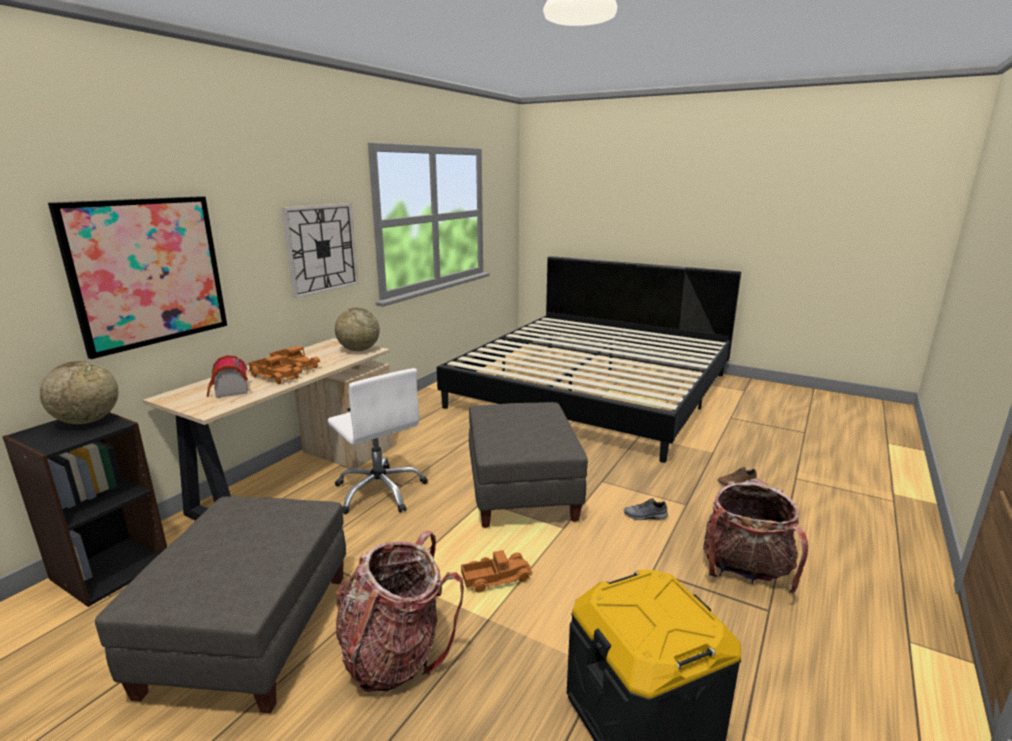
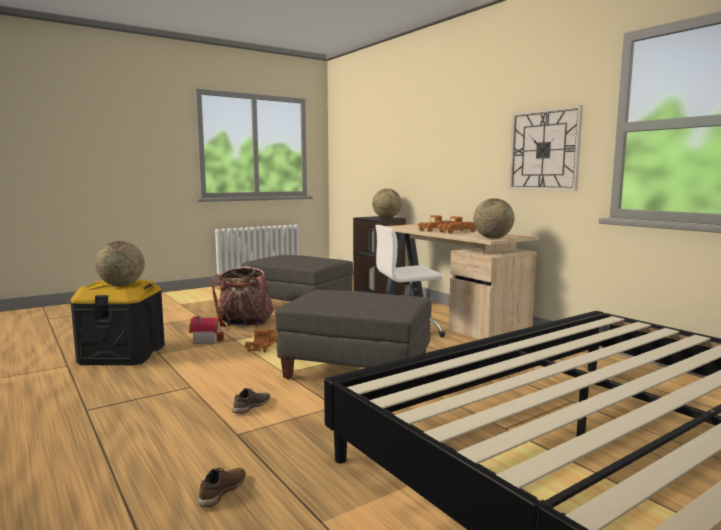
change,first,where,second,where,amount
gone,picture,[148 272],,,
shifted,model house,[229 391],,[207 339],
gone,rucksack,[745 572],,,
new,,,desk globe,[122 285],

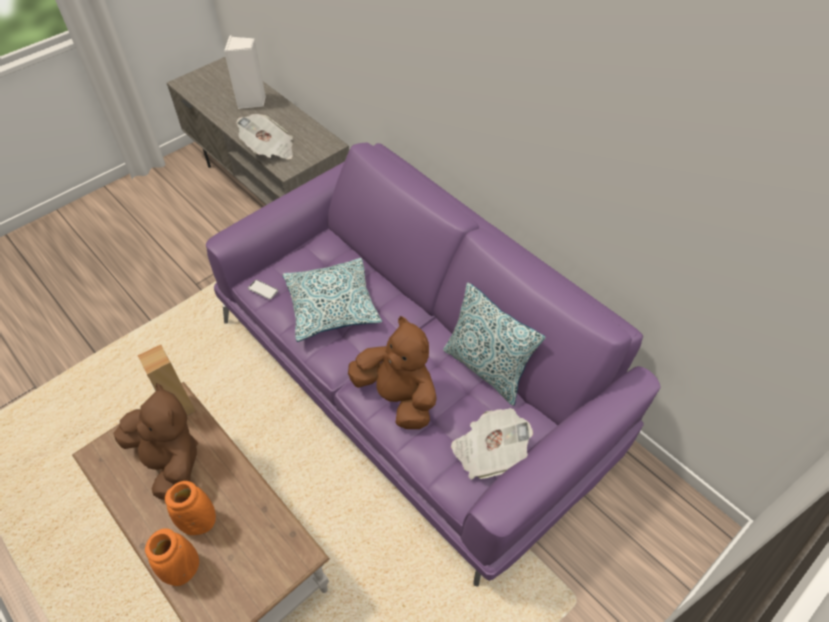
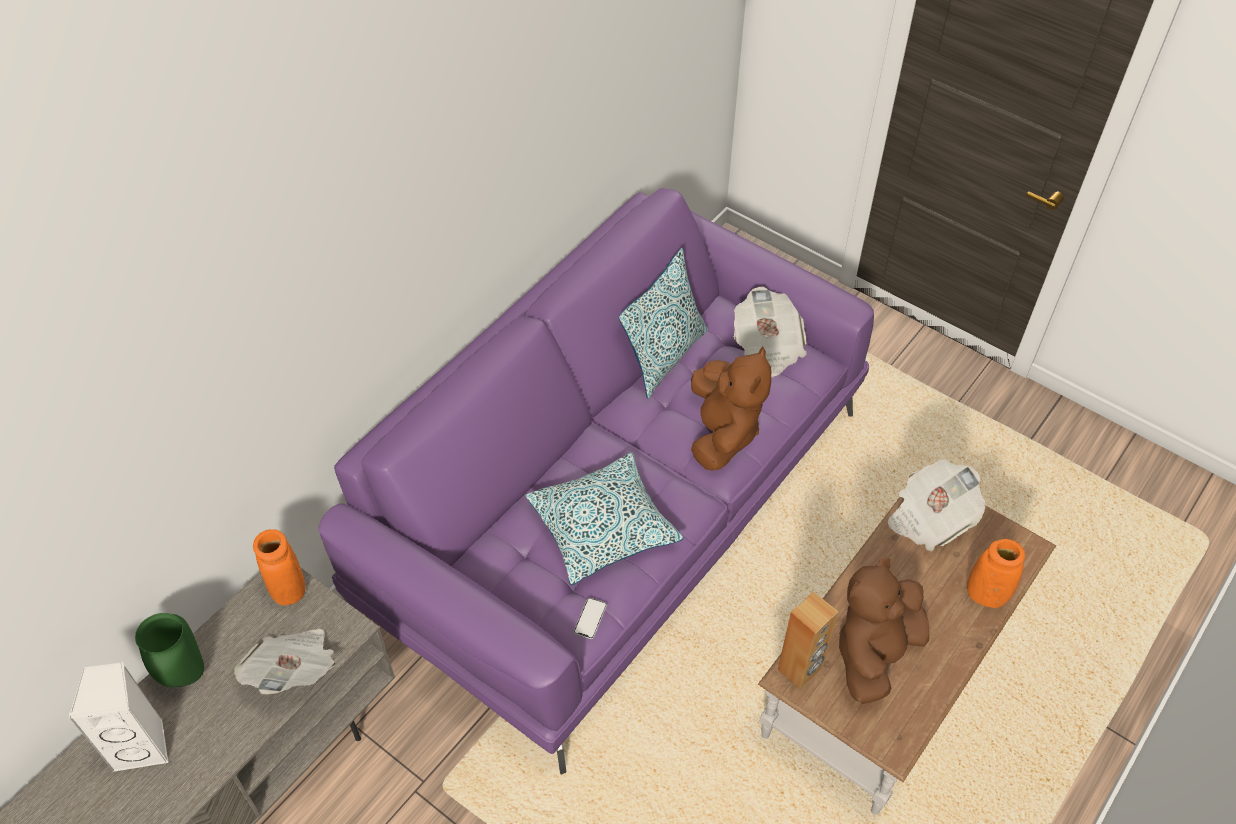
change,first,where,second,where,amount
rotated,plush toy (brown),[398 397],,[723 433],150 degrees clockwise
shifted,decorative vase (orange-coloured),[199 522],,[288 589],
new,,,daily paper,[930 518],
new,,,decorative vase (green-coloured),[187 676],

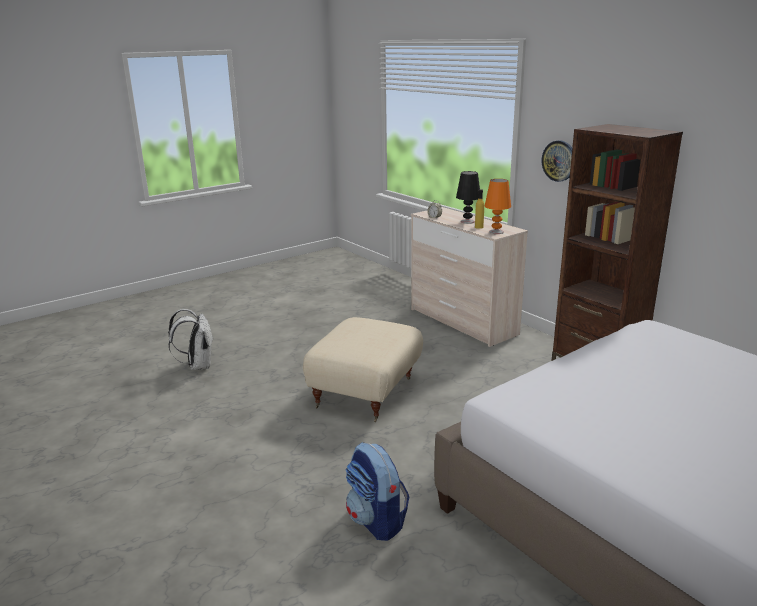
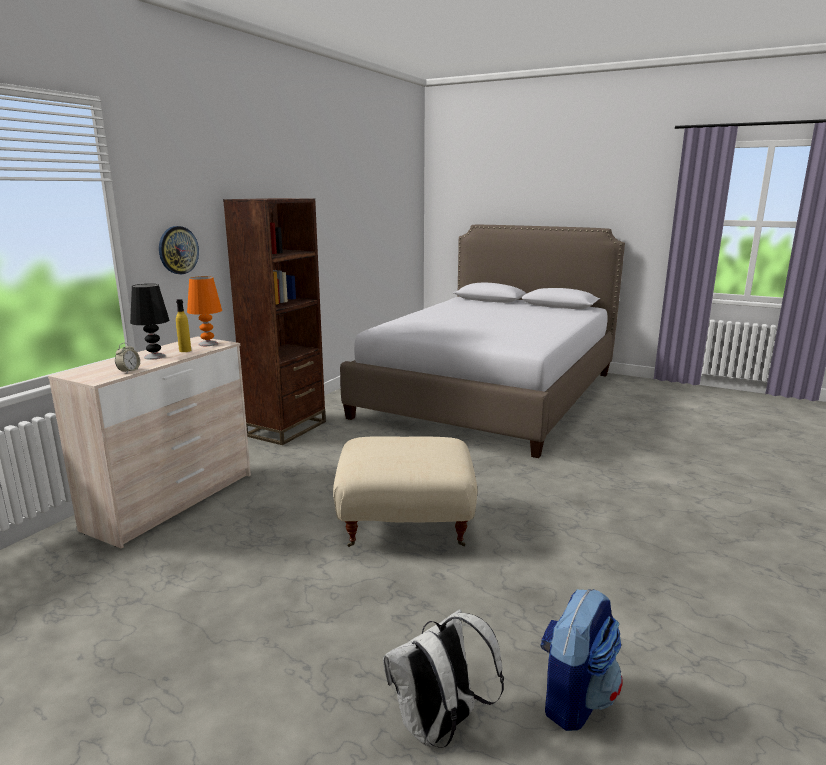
change,first,where,second,where,amount
shifted,rucksack,[377 521],,[574 698],

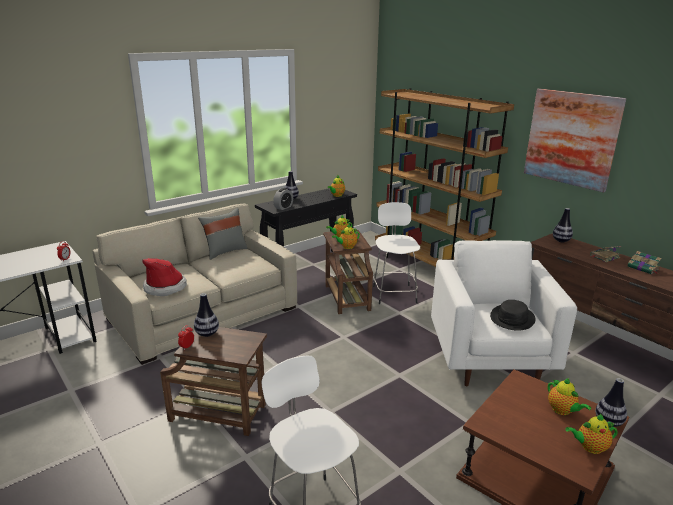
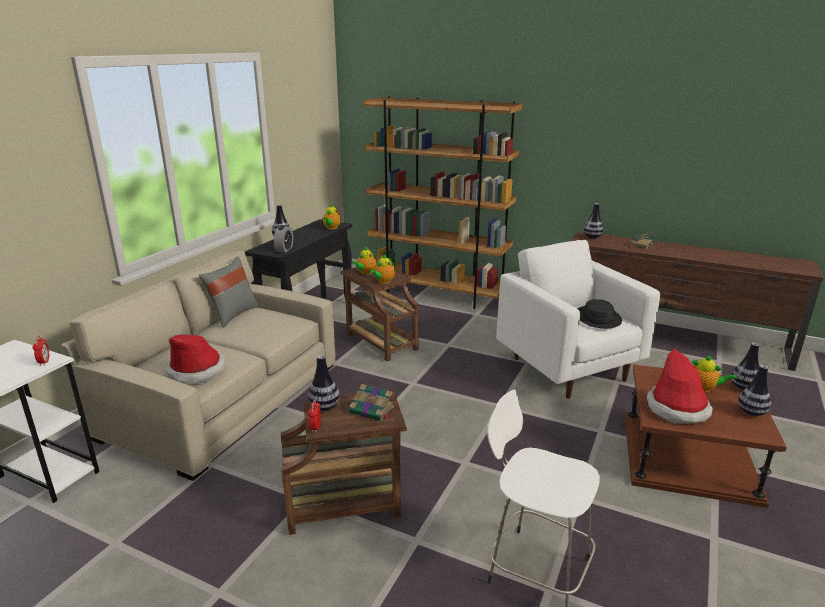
change,first,where,second,where,amount
gone,picture,[571 138],,,
gone,sitting stool (white),[394 293],,,
shifted,bound book,[643 268],,[372 410],
swapped,tea pot,[589 447],decorative vase,[751 412],
new,,,hat,[677 409],

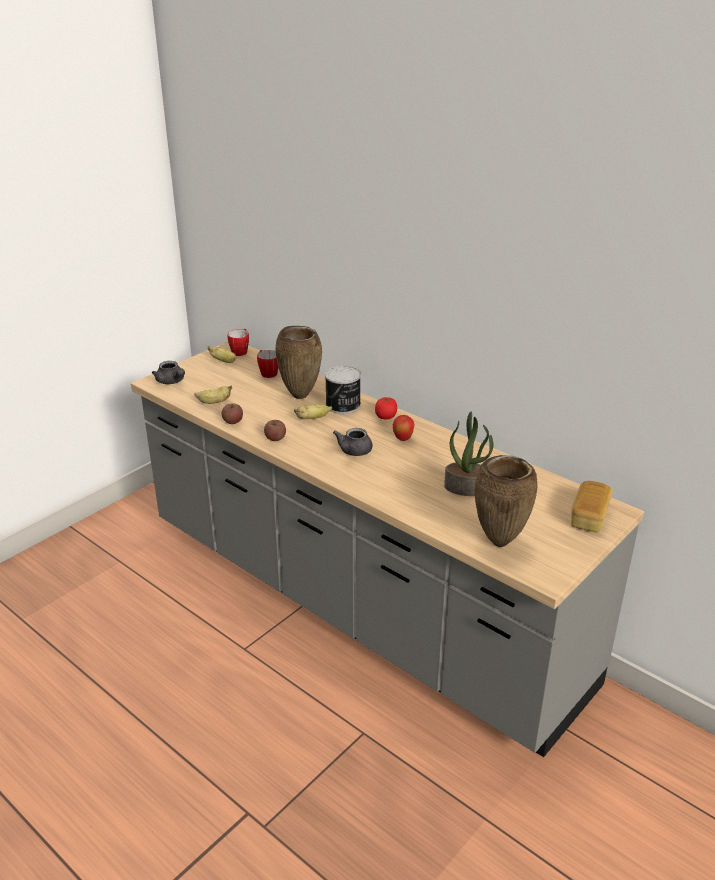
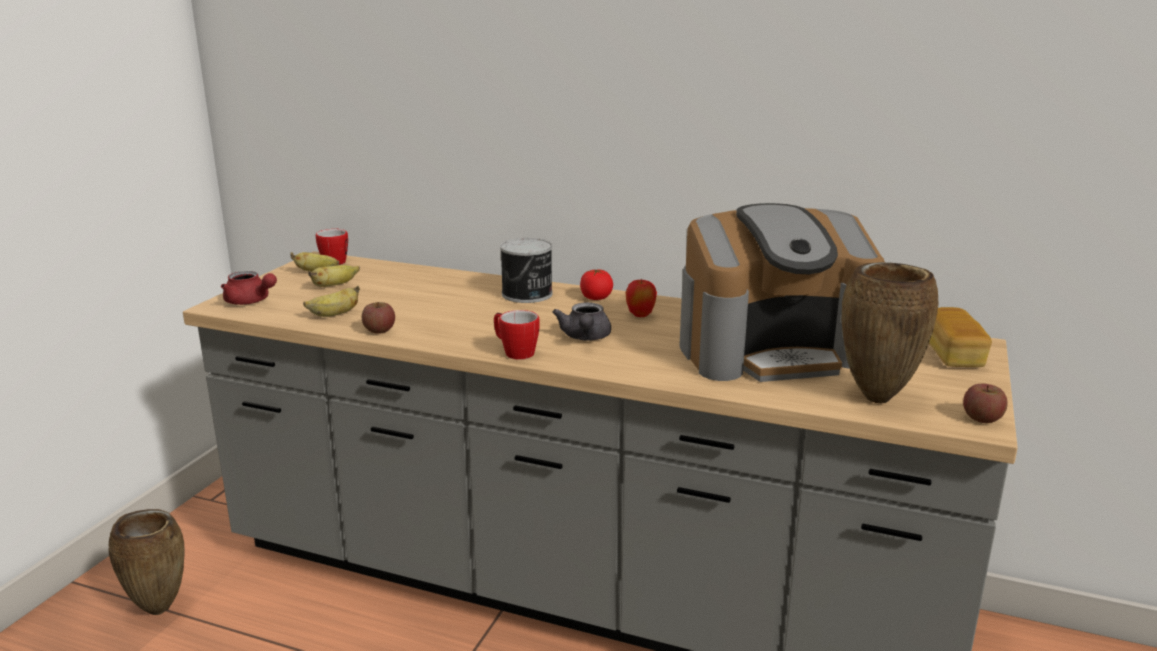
change,first,where,second,where,amount
shifted,decorative vase (brown),[301 396],,[161 609],
shifted,mug,[267 373],,[514 352],
repainted,tea pot (grey),[171 382],tea pot (red),[250 302],
shifted,whole banana,[313 418],,[334 285],
swapped,potted plant,[467 487],coffee maker,[773 350],
shifted,apple,[275 438],,[982 418],

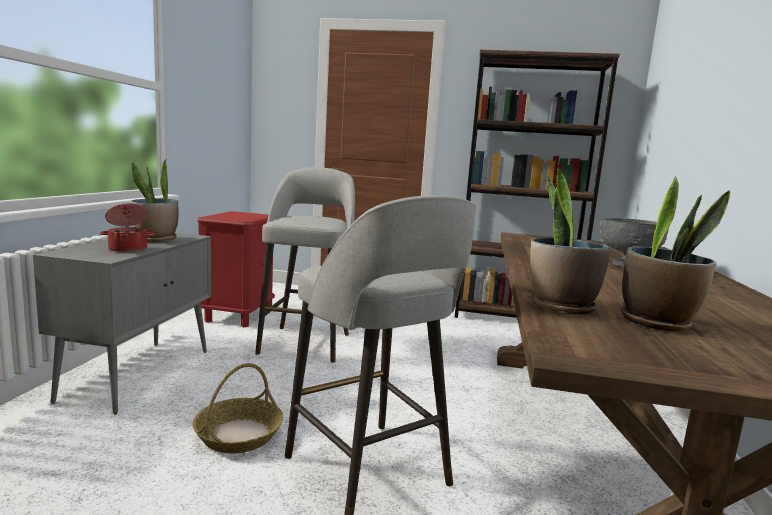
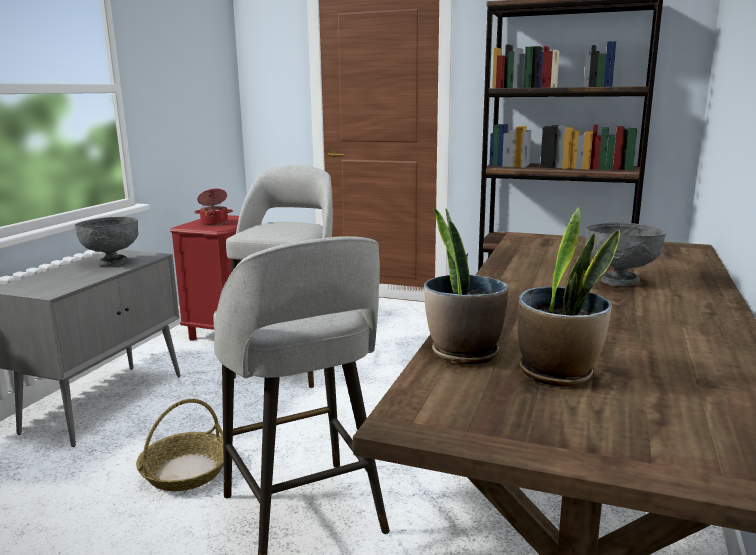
change,first,where,second,where,amount
swapped,potted plant,[156 239],bowl (grey),[112 262],
shifted,saucepot,[128 249],,[214 223],

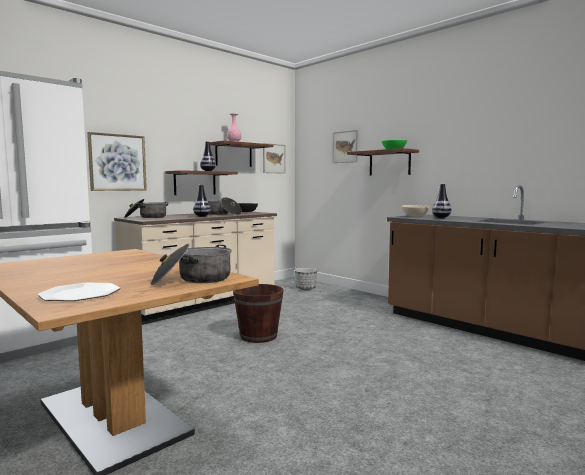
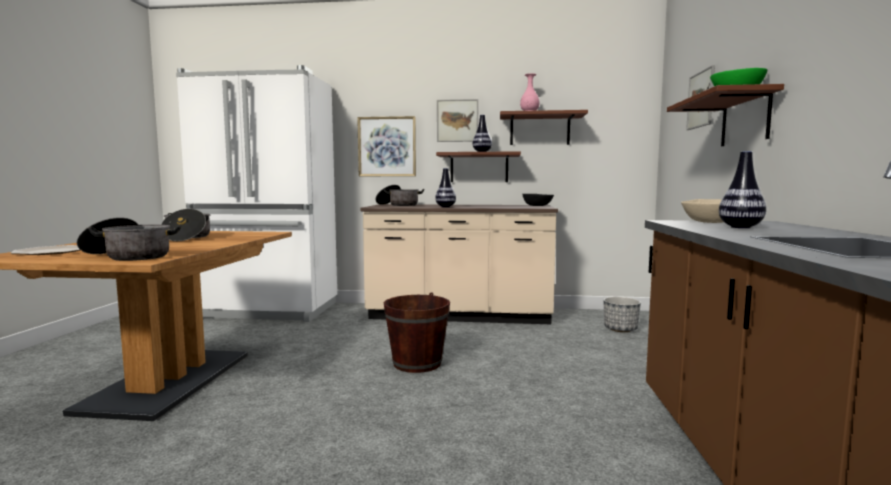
change,first,where,second,where,amount
shifted,picture,[274 158],,[457 120],
shifted,saucepot,[222 214],,[187 237],

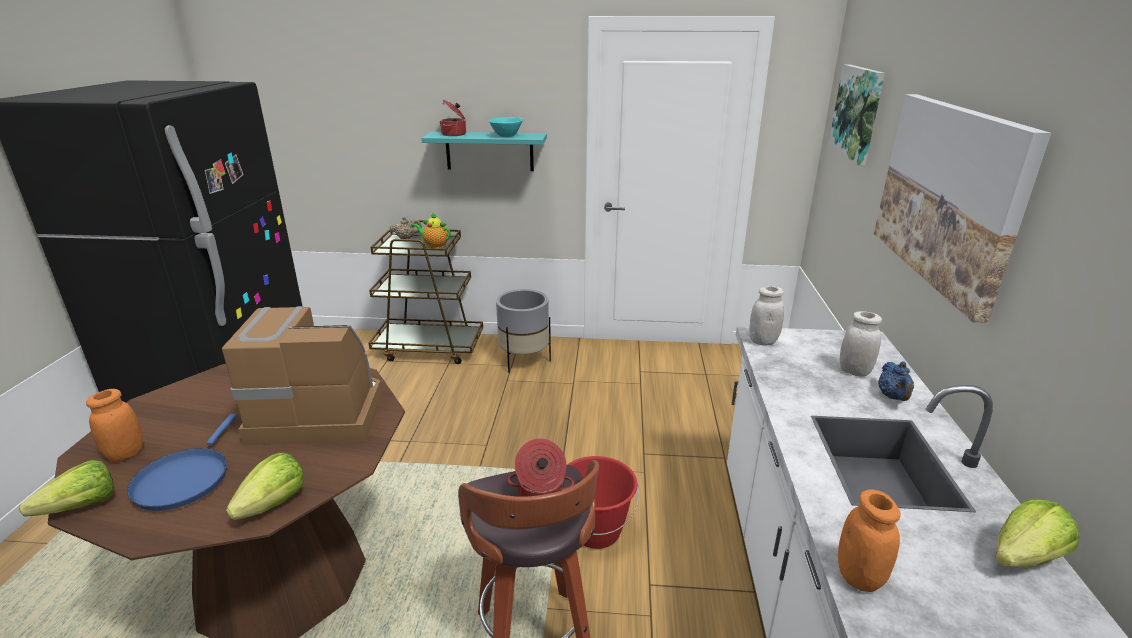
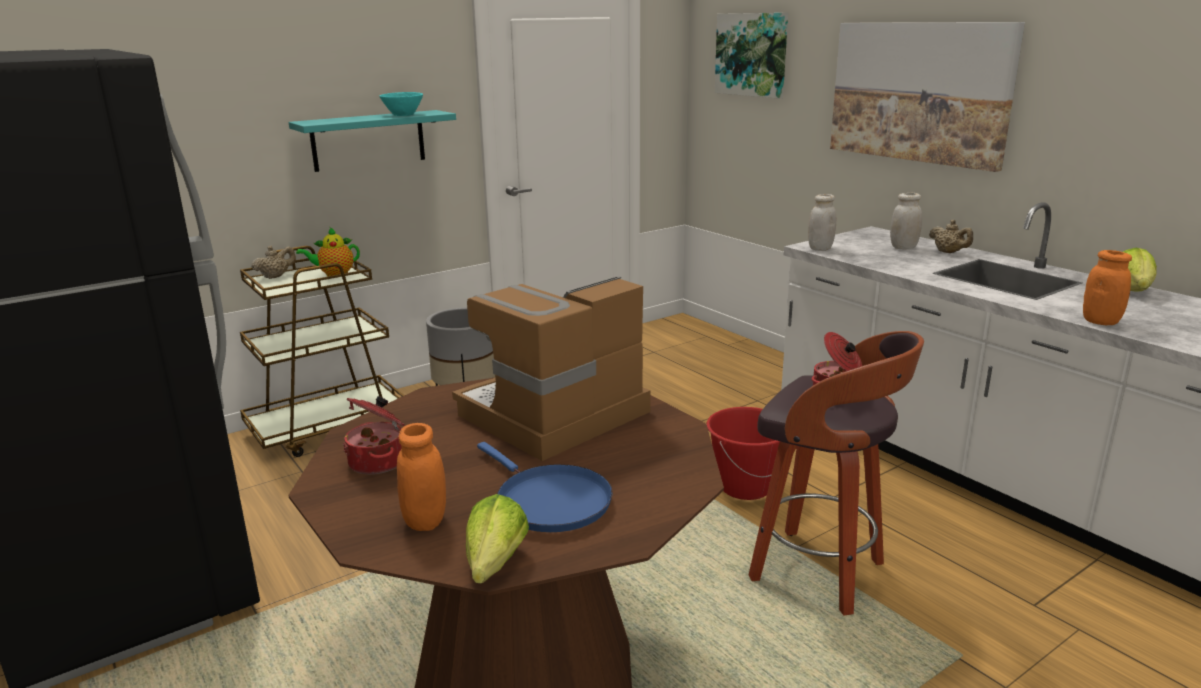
change,first,where,second,where,amount
shifted,saucepot,[454 134],,[379 462],
repainted,tea pot (blue-coloured),[893 397],tea pot (beige-coloured),[949 252],
gone,lettuce,[274 504],,,

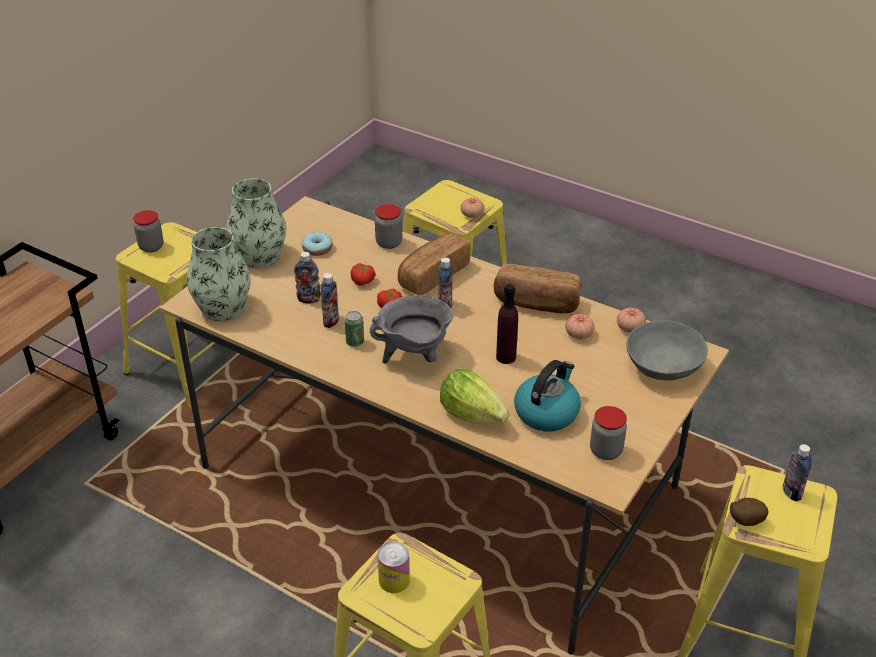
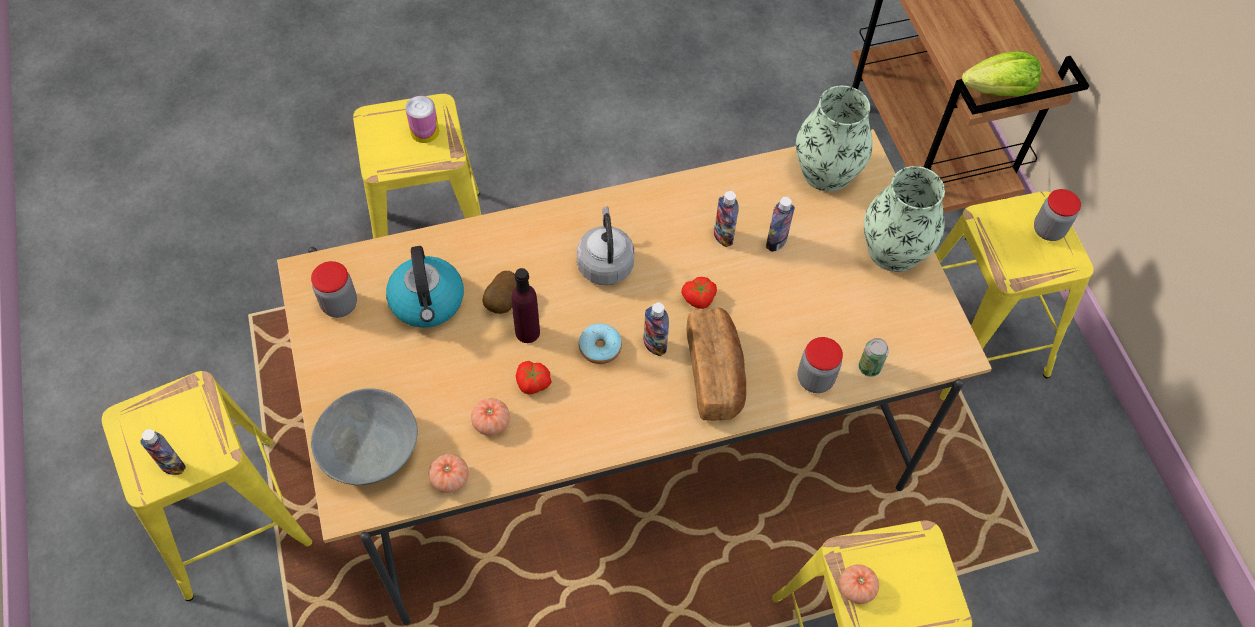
change,first,where,second,where,amount
shifted,donut,[317 249],,[600 348],
shifted,fresh tomato,[363 281],,[533 383],
gone,bakery bread,[536 303],,,
swapped,saucepot (grey),[414 356],tea kettle (grey),[605 263],
shifted,sealed can,[355 342],,[869 367],
shifted,lettuce,[472 414],,[999 91],
shifted,spud,[744 521],,[503 302],

